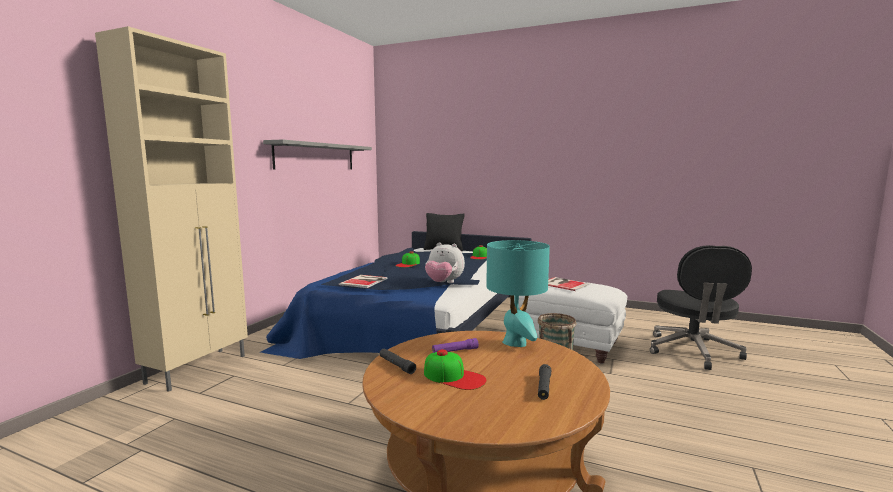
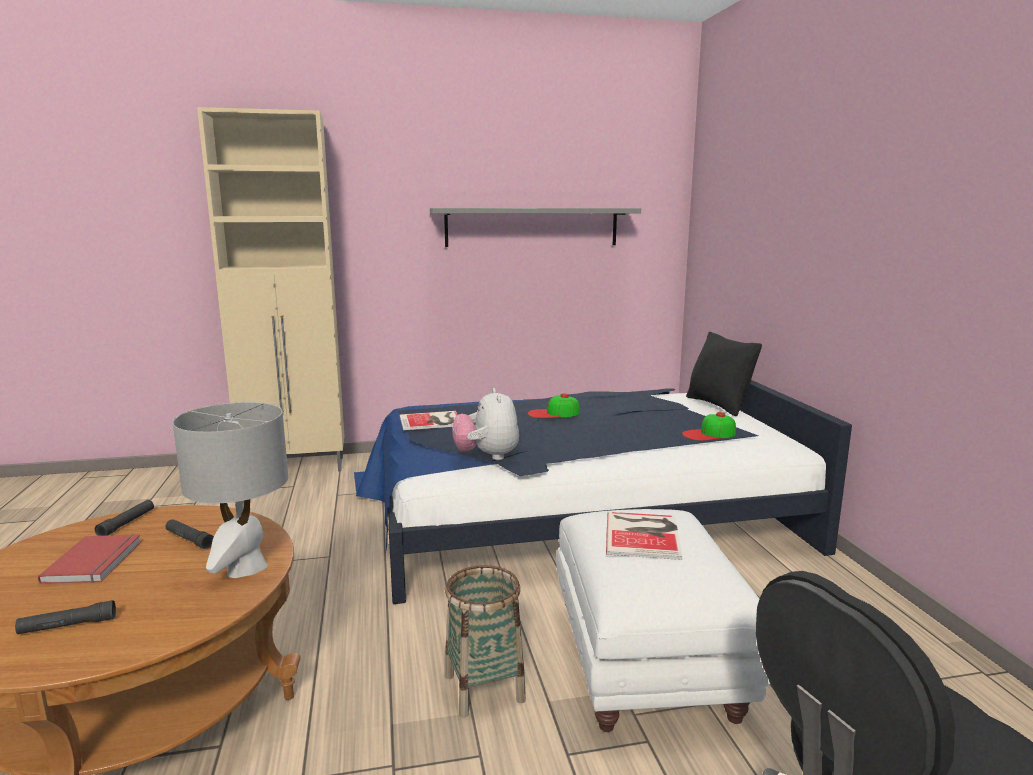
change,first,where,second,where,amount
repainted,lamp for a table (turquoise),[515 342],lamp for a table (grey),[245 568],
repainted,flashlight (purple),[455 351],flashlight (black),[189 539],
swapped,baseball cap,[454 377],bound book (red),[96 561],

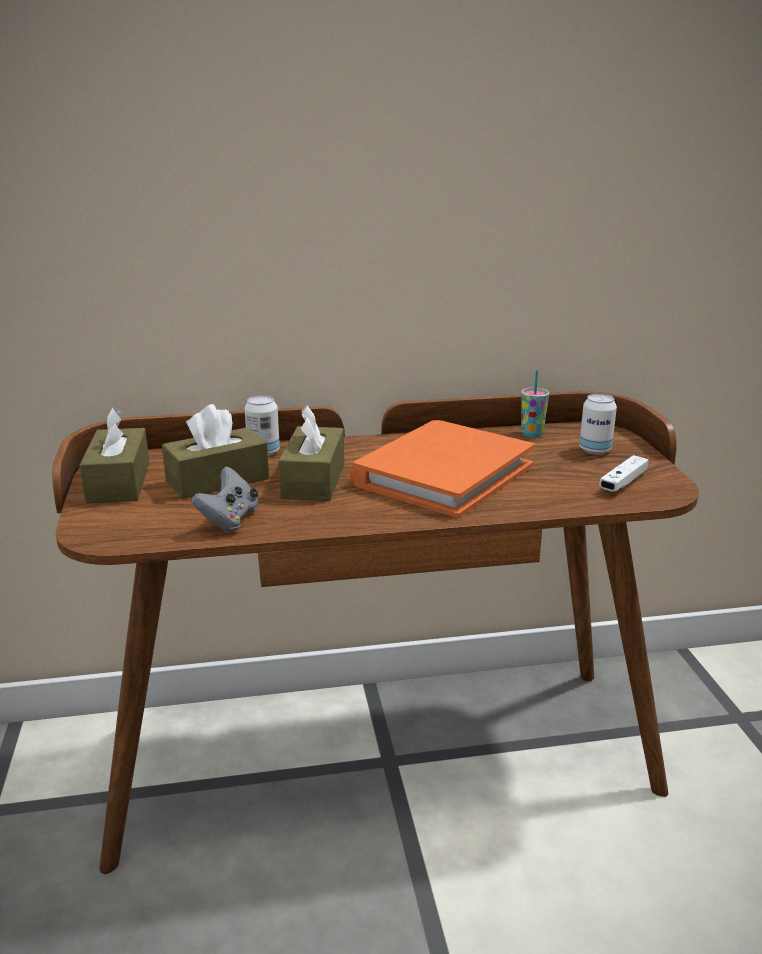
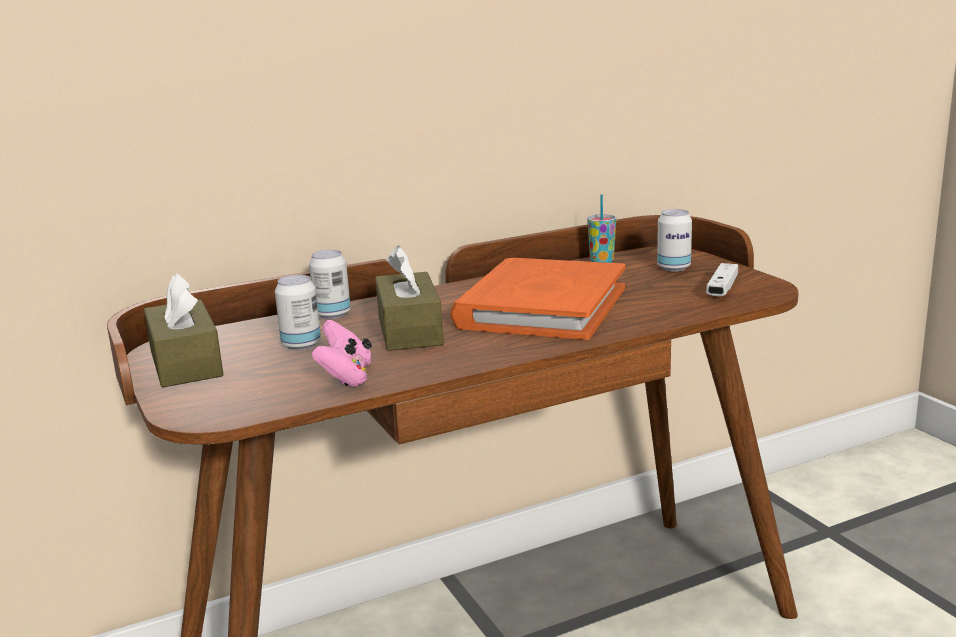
change,first,where,second,where,amount
swapped,tissue box (brown),[217 480],sealed can,[301 345],
repainted,game controller (grey),[229 520],game controller (pinkish),[346 377],

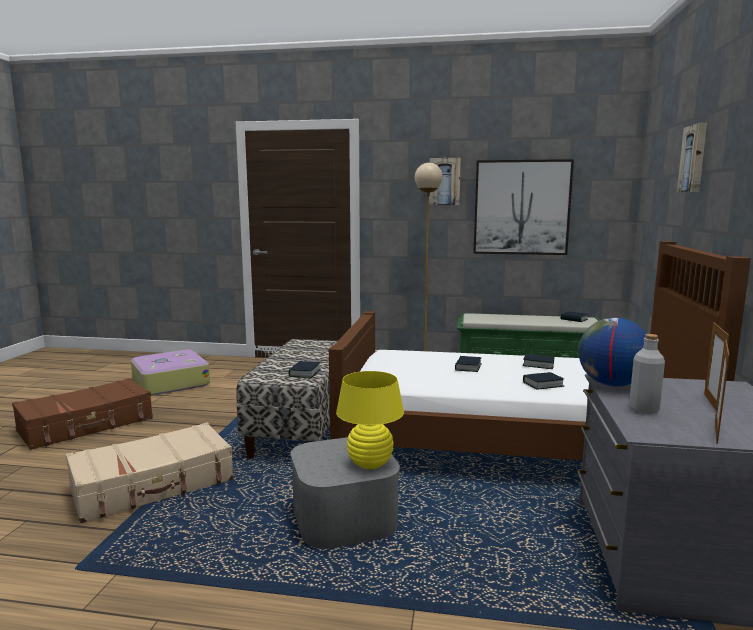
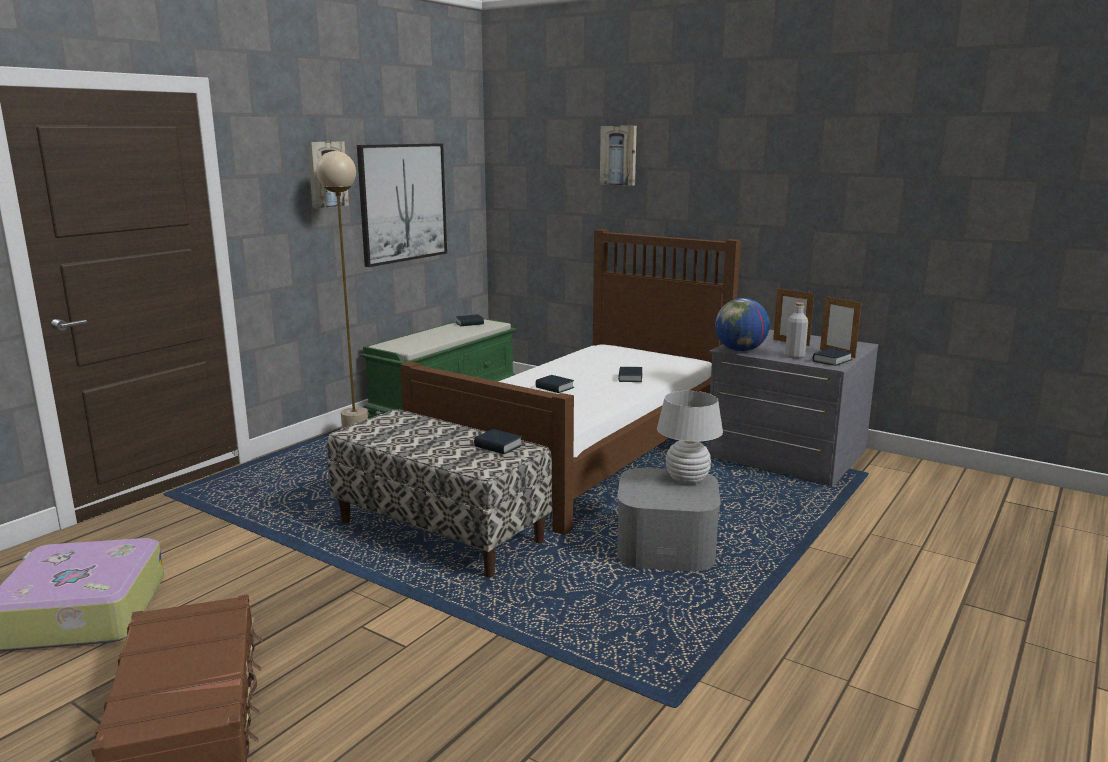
change,first,where,second,where,amount
shifted,bound book,[538 365],,[831 361],
repainted,lamp for a table (yellow),[370 463],lamp for a table (white),[687 480],
gone,piece of luggage (beige-coloured),[153 485],,,

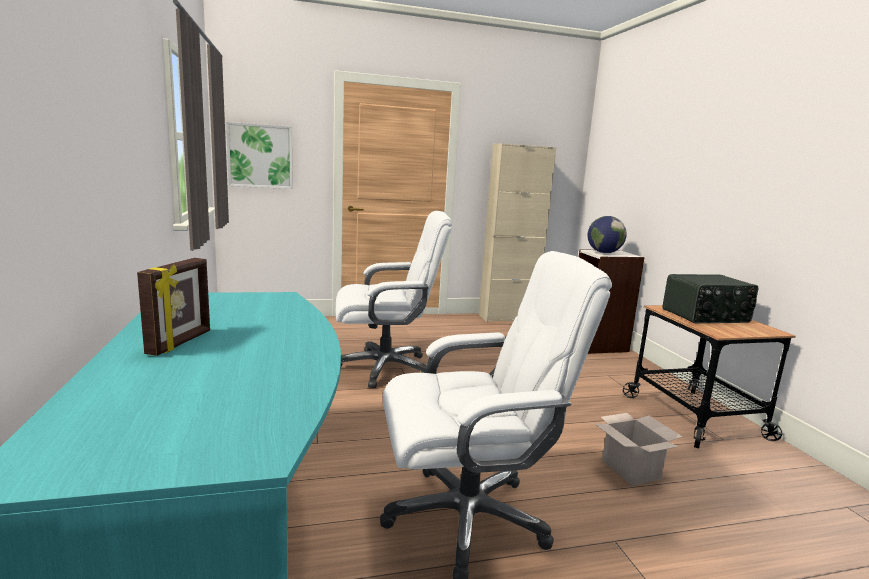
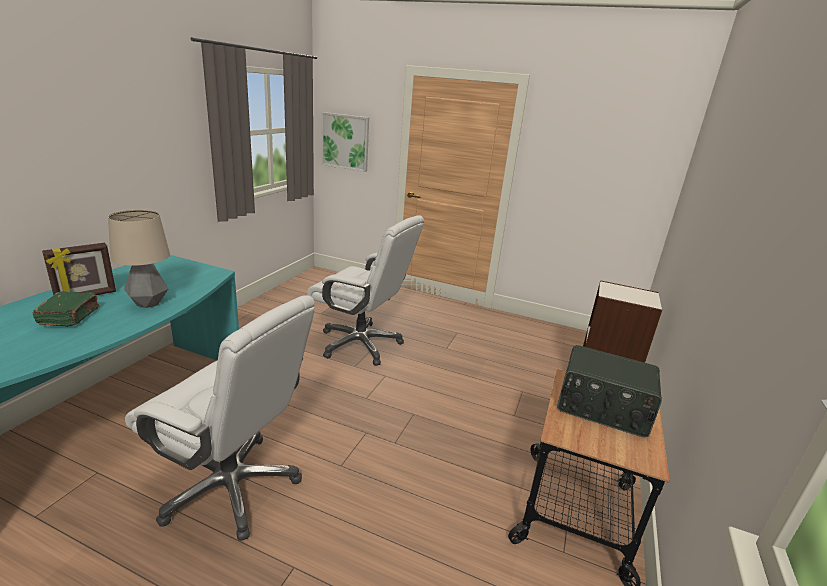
change,first,where,second,where,amount
gone,cabinet (beige-coloured),[507 317],,,
gone,desk globe,[604 253],,,
gone,carton,[632 470],,,
new,,,lamp for a table,[148 303],
new,,,bound book (green-coloured),[70 317],

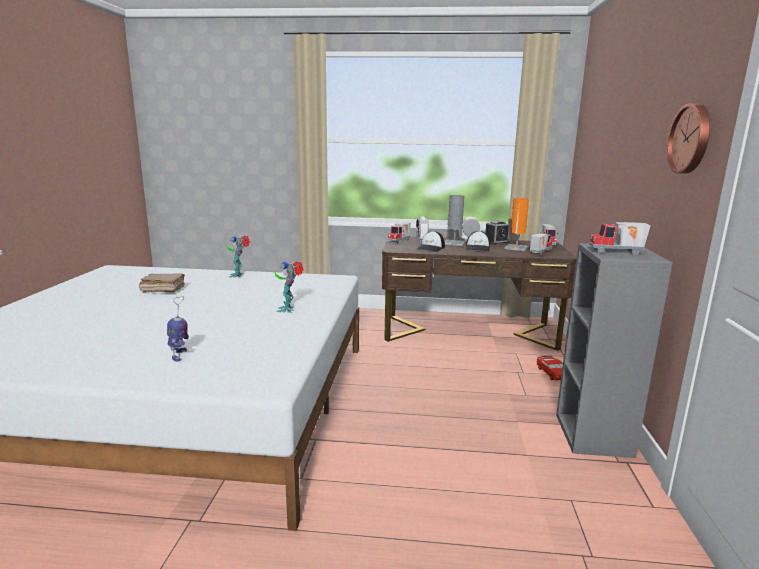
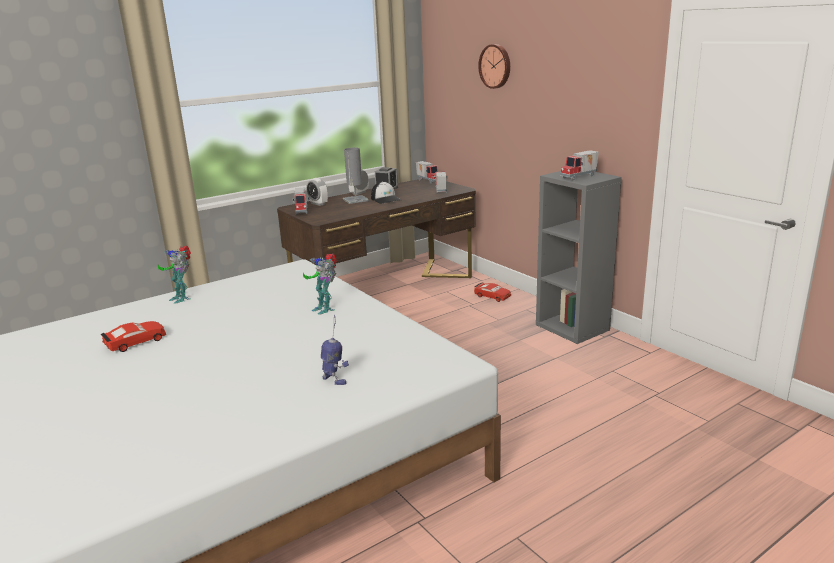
change,first,where,second,where,amount
shifted,wall clock,[691 139],,[496 66],
gone,lamp for a table (orange-coloured),[516 248],,,
gone,baseball cap,[431 248],,,
swapped,bound book (brown),[162 290],toy car (red),[135 342],

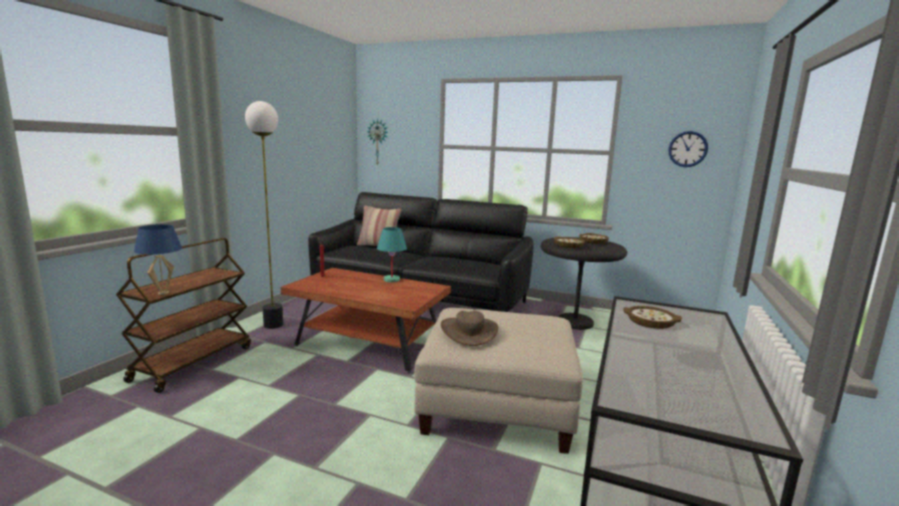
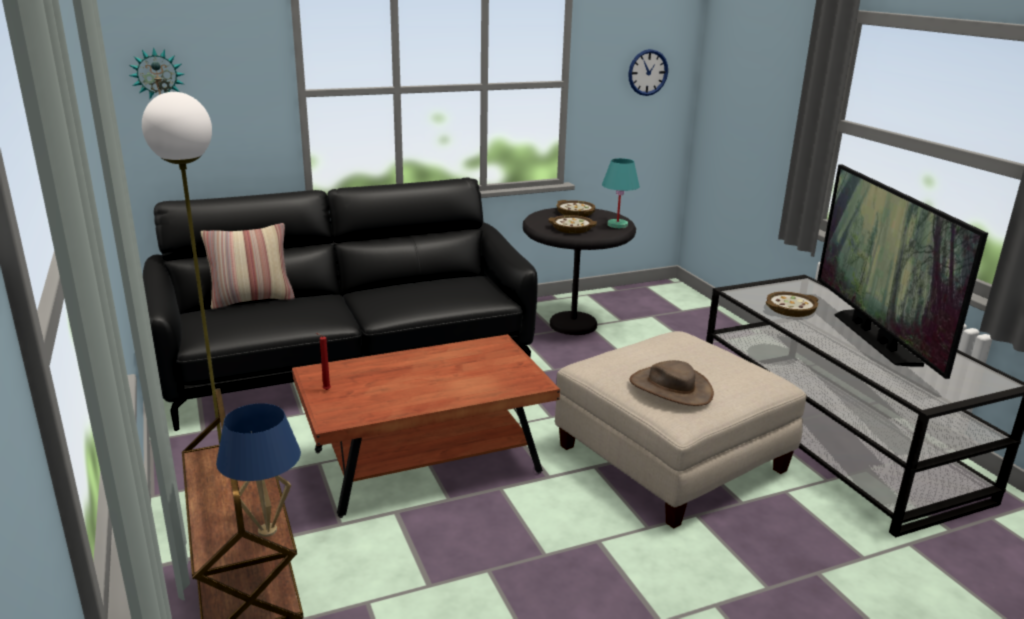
change,first,where,second,where,amount
shifted,lamp for a table (turquoise),[391 280],,[618 225],
new,,,television,[874 338],

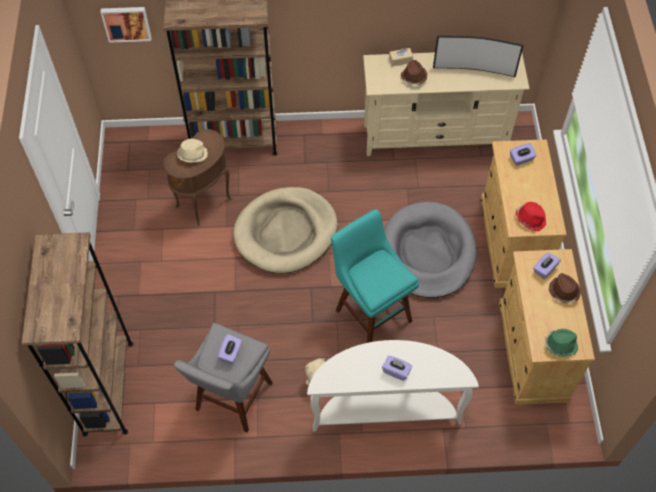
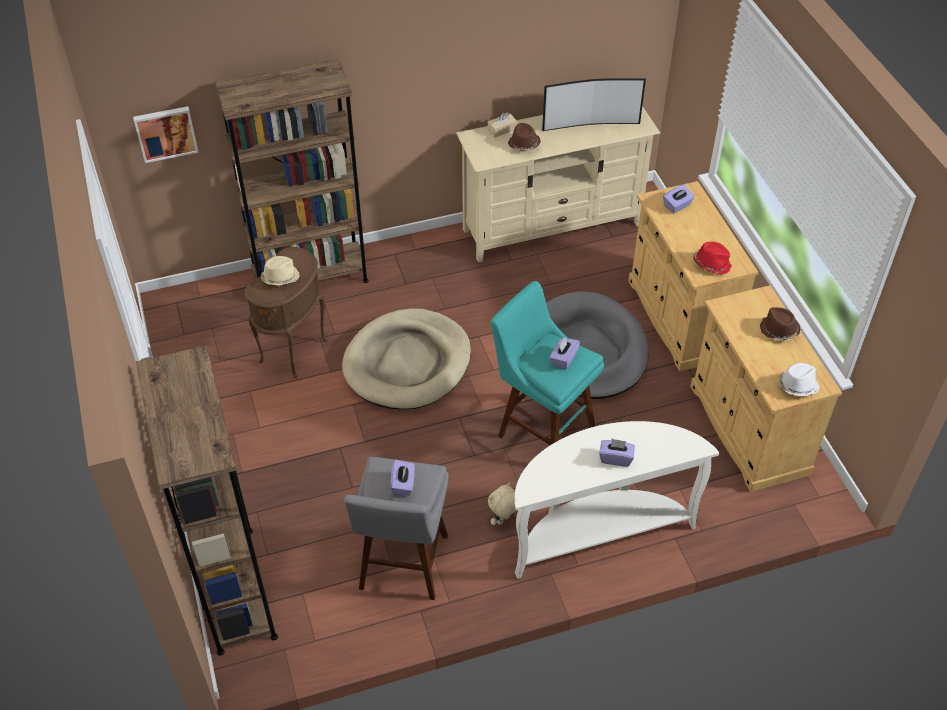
change,first,where,second,where,amount
shifted,tissue box (purple),[544 269],,[563 359],
repainted,hat (green-coloured),[560 345],hat (white),[797 386],

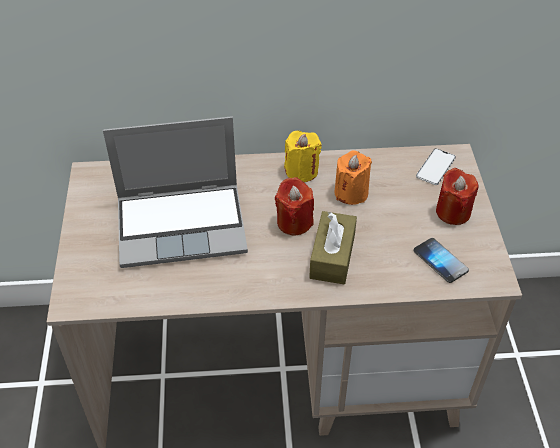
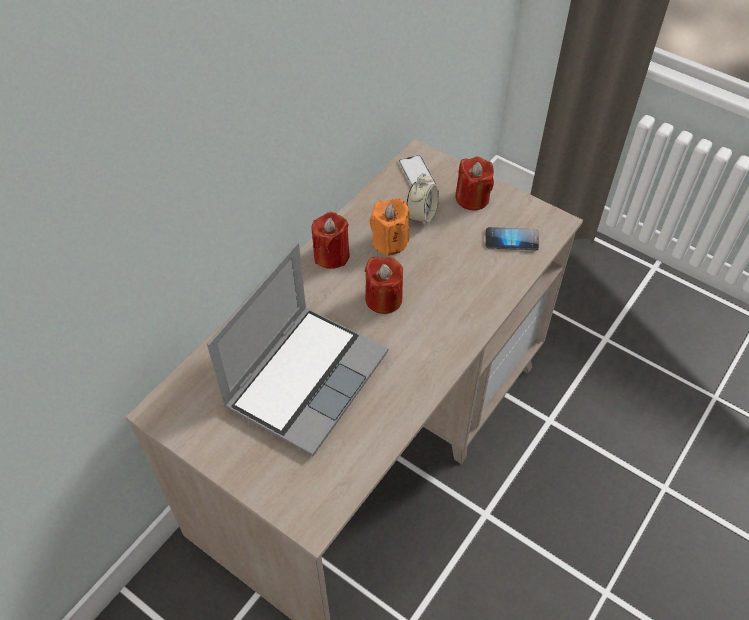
change,first,where,second,where,amount
repainted,wax light (yellow),[301 171],wax light (red),[331 255],
gone,tissue box (brown),[332 256],,,
new,,,table clock,[421 216],

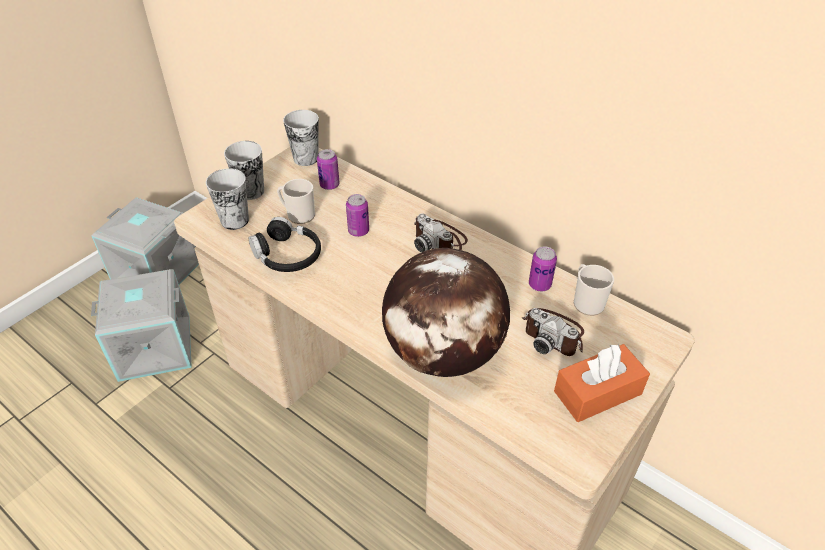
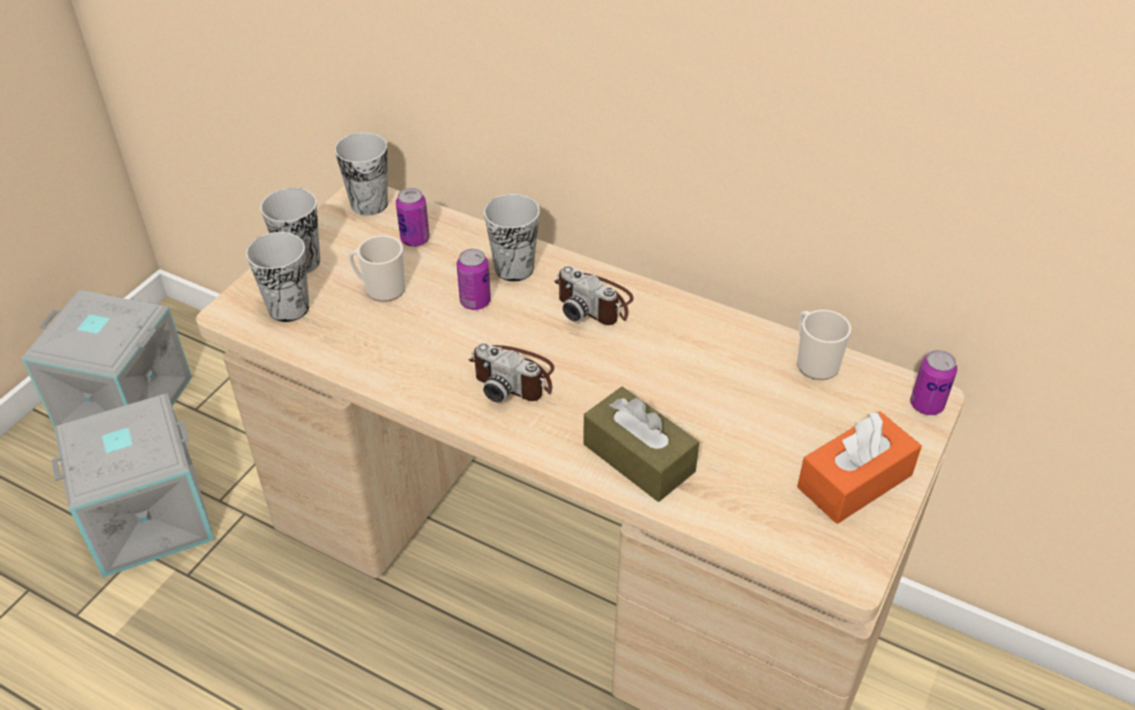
change,first,where,second,where,amount
gone,pair of headphones (black),[287 255],,,
shifted,sealed can,[539 285],,[926 405],
swapped,desk globe,[444 353],tissue box (brown),[638 458],
shifted,photo camera,[554 334],,[514 376],
new,,,small cup,[514 268],

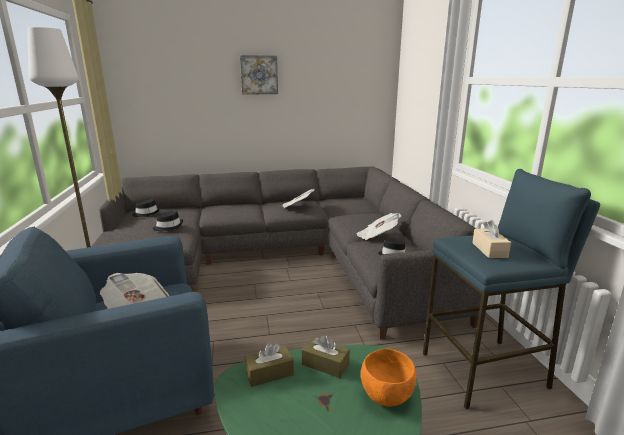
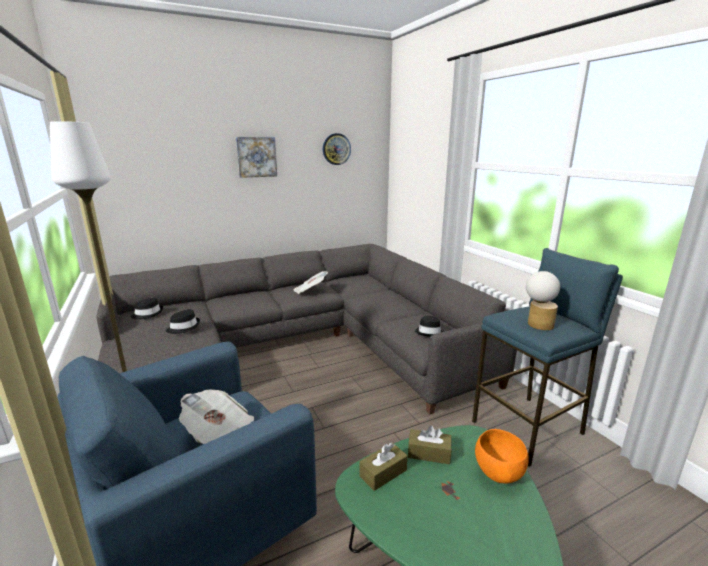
change,first,where,second,where,amount
gone,daily paper,[377 236],,,
swapped,tissue box (beige-coloured),[489 250],lamp for a table,[538 323],
new,,,wall clock,[336 149],

